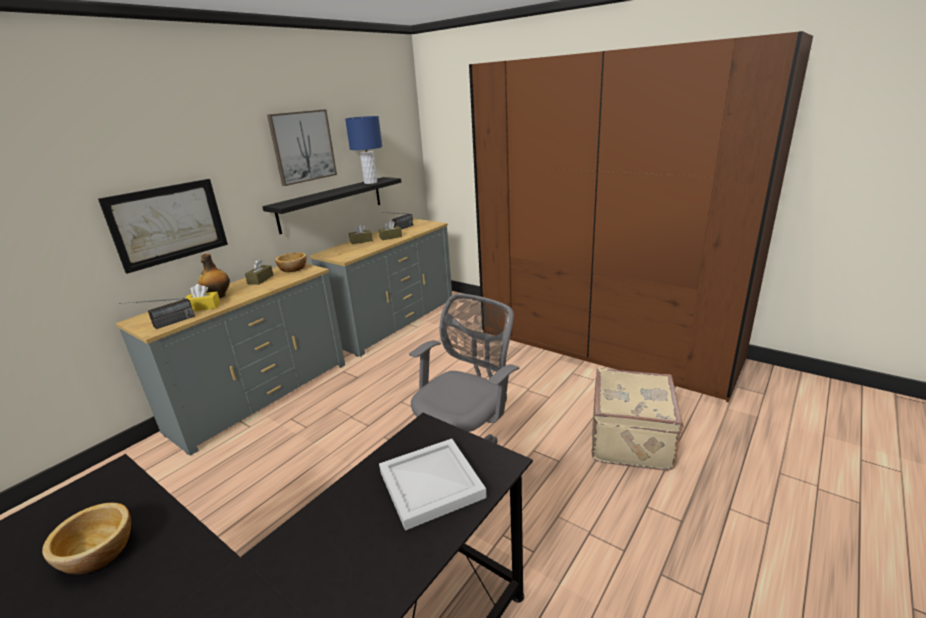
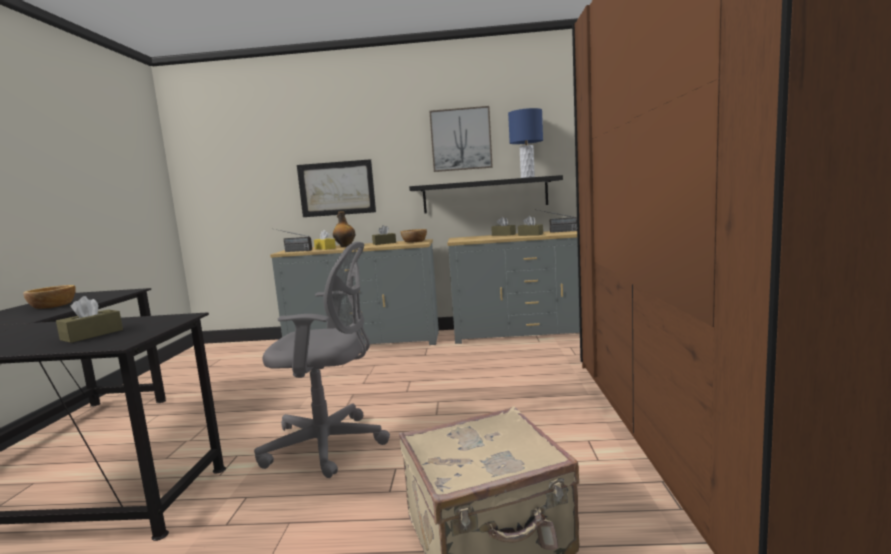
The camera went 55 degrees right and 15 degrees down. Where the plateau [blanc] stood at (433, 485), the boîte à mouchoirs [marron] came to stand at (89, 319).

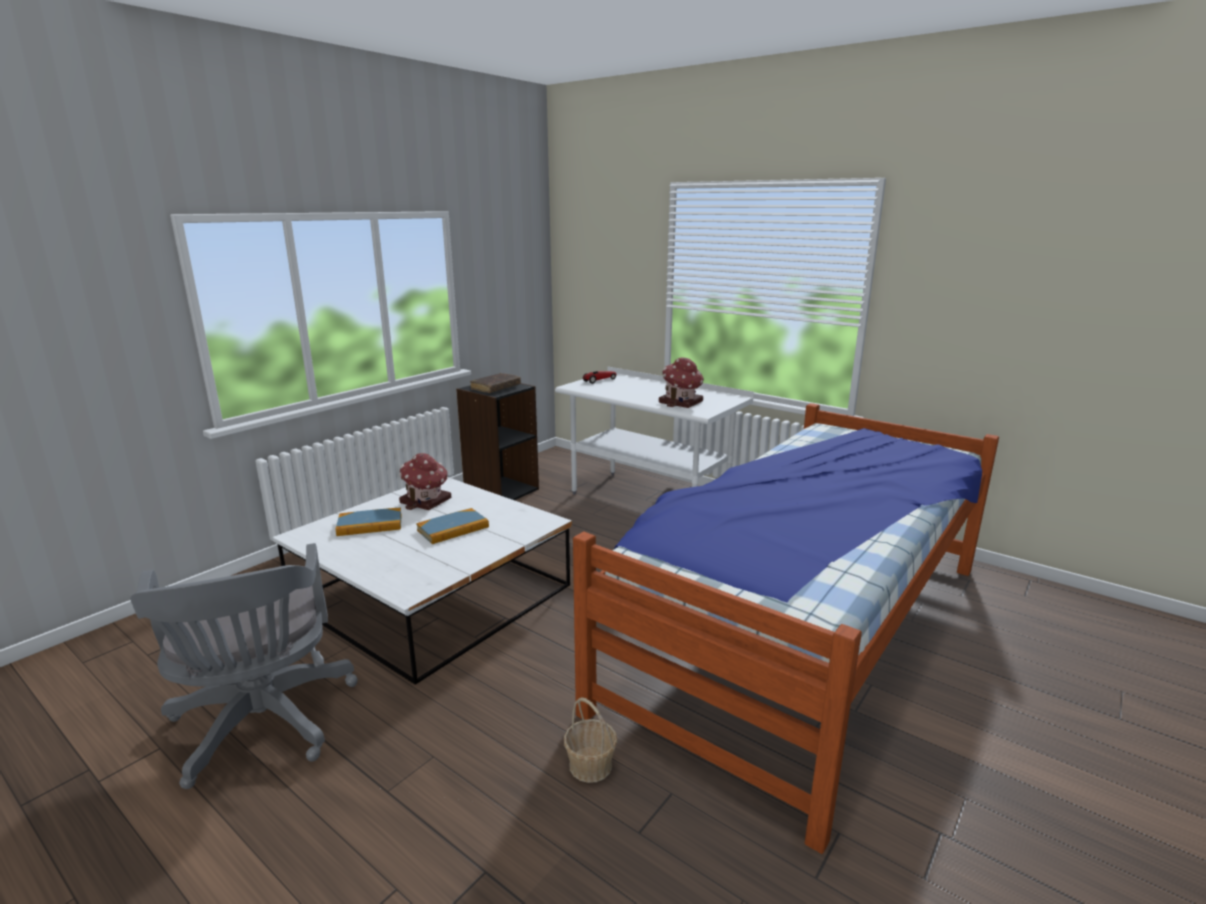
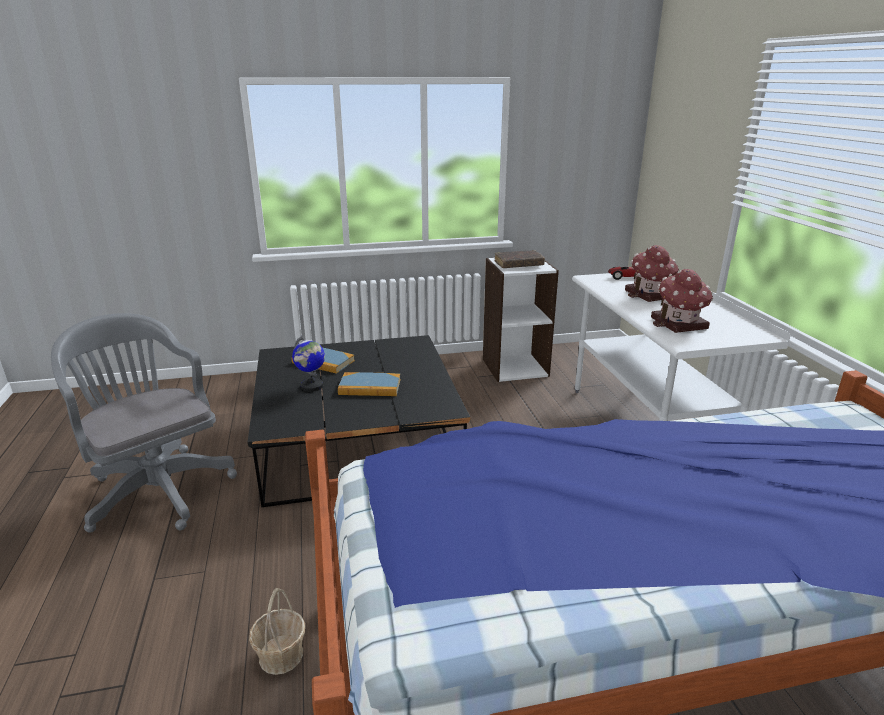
The camera went 40 degrees right and 5 degrees up. What was the bibliothèque [noir] at (497, 441) turned into the bibliothèque [blanc] at (521, 320). The maison miniature ended up elsewhere, having gone from (425, 481) to (652, 273). What was the table basse [blanc] at (422, 581) turned into the table basse [noir] at (359, 421). The chaise de bureau [gris] at (244, 666) ended up facing another way, 120 degrees clockwise from before. The second view gained the globe at (308, 364).

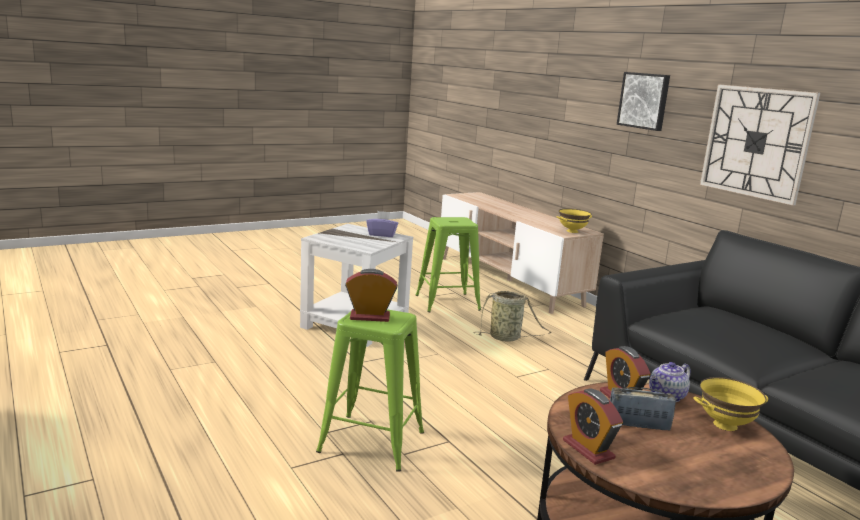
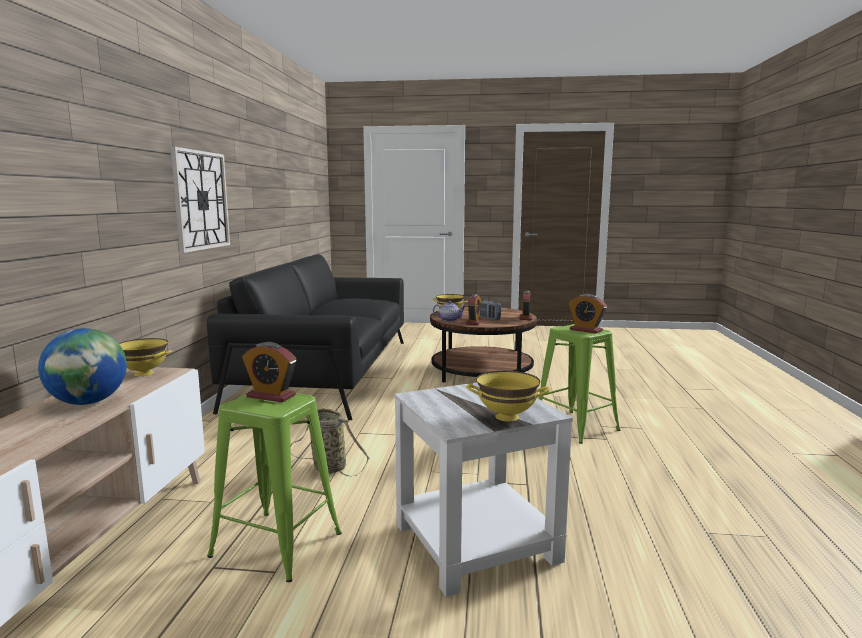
The camera went 140 degrees left and 5 degrees down. The second view lost the tableau at (643, 101). The second view lost the boîte à mouchoirs [violet] at (382, 224). The second view gained the globe at (82, 366). The second view gained the réveil at (269, 372). The second view gained the bol [jaune] at (508, 396).

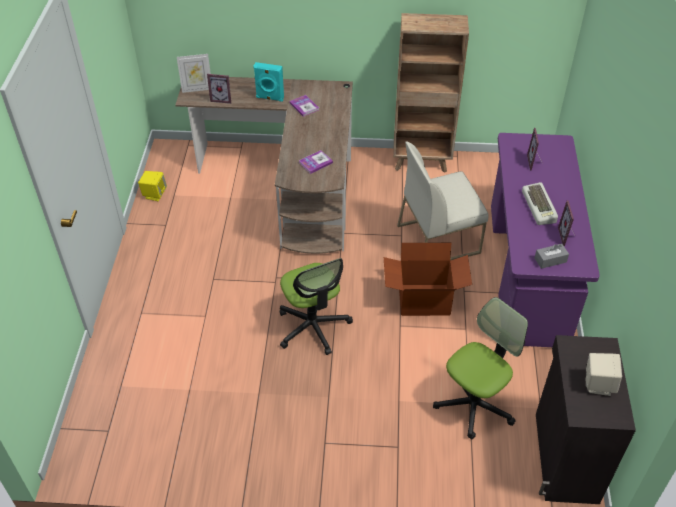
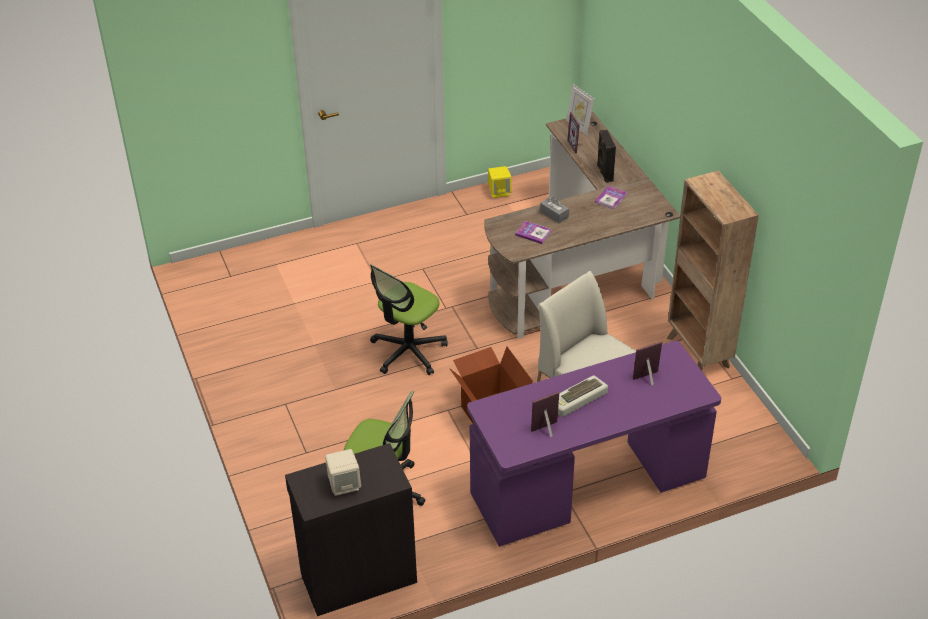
The camera went 65 degrees right and 5 degrees down. What was the enceinte [turquoise] at (268, 82) turned into the enceinte [noir] at (606, 156). The boîte à mouchoirs [gris] ended up elsewhere, having gone from (552, 256) to (554, 210).

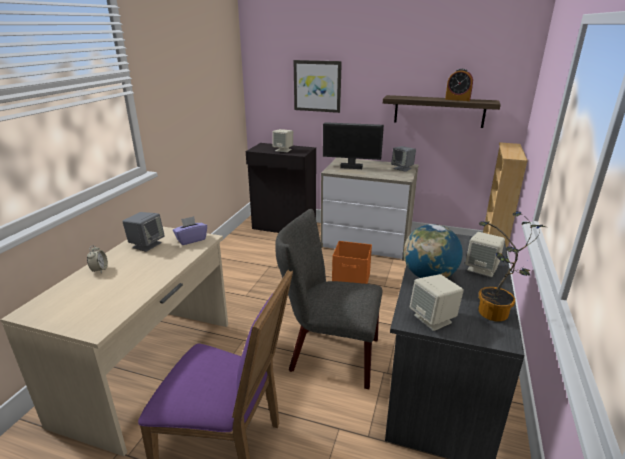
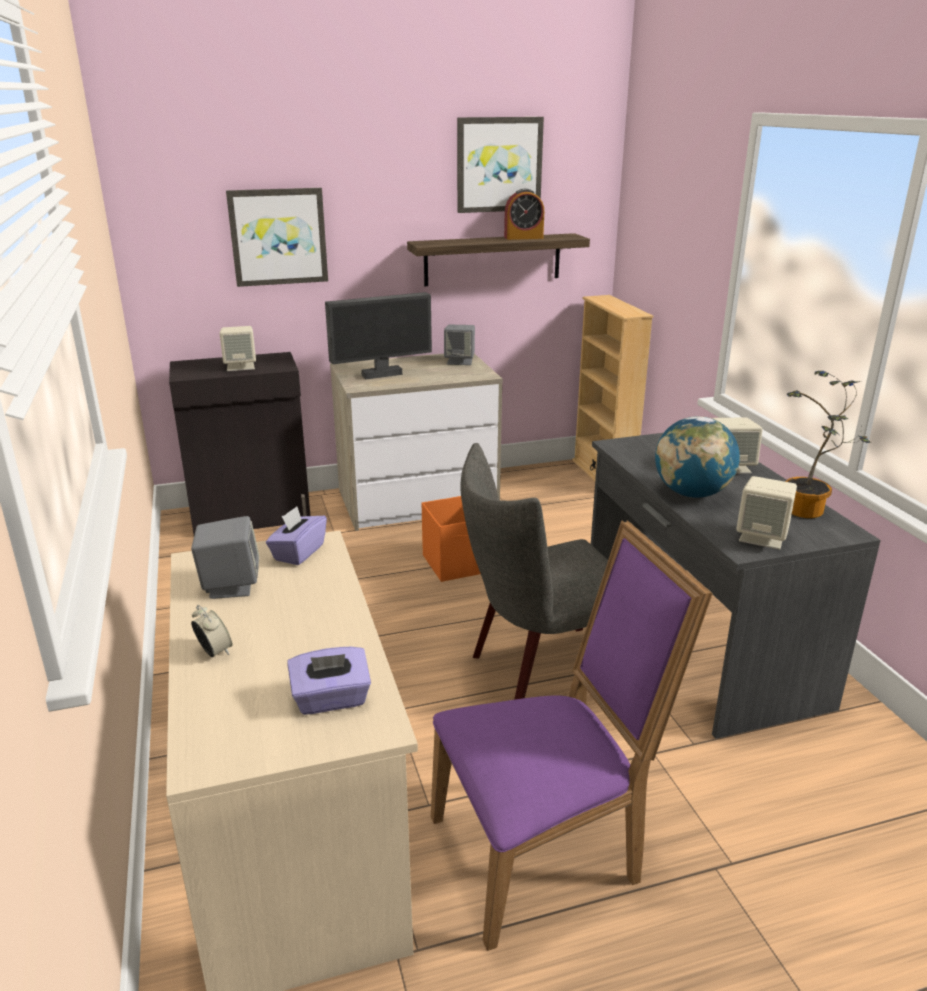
The camera went 35 degrees left and 0 degrees up. The second view gained the tableau at (500, 165). The second view gained the boîte à mouchoirs [violet] at (329, 681).

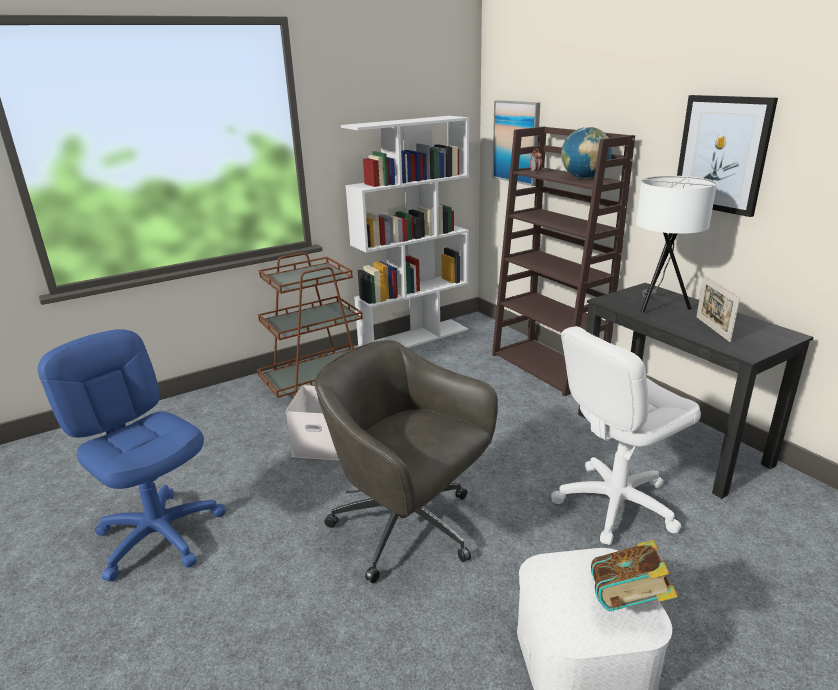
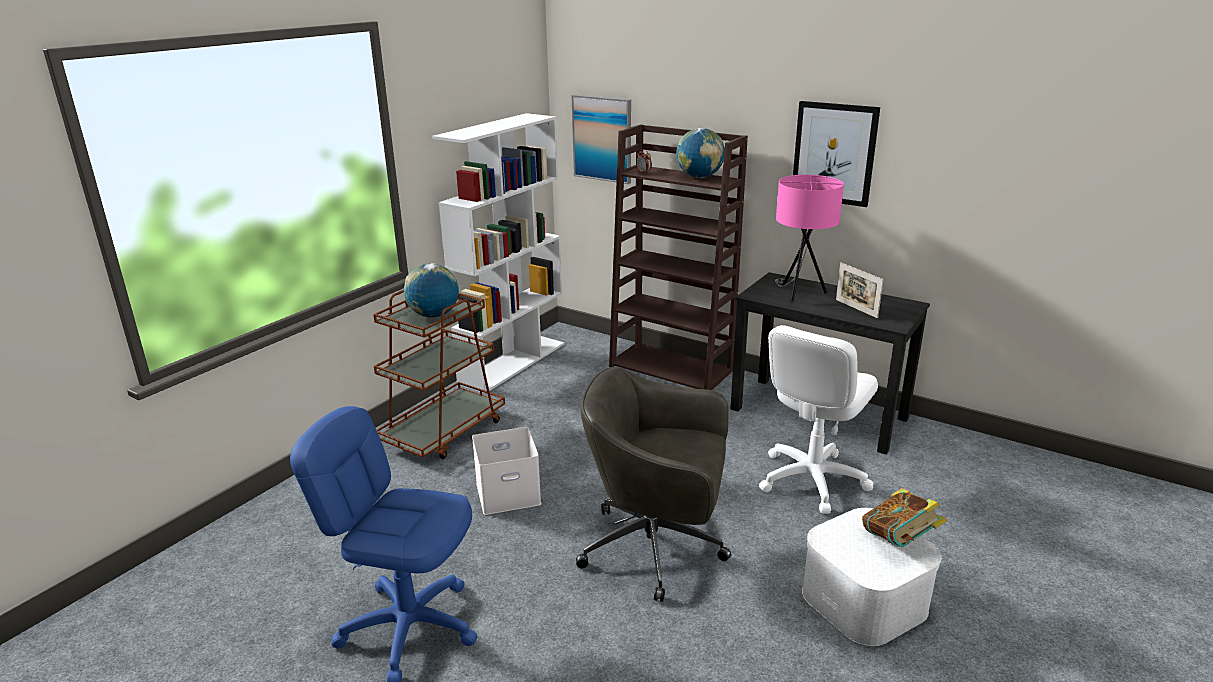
The camera went 25 degrees left and 0 degrees up. What was the lampe de table [blanc] at (676, 244) turned into the lampe de table [rose] at (809, 238). The second view gained the globe at (431, 290).

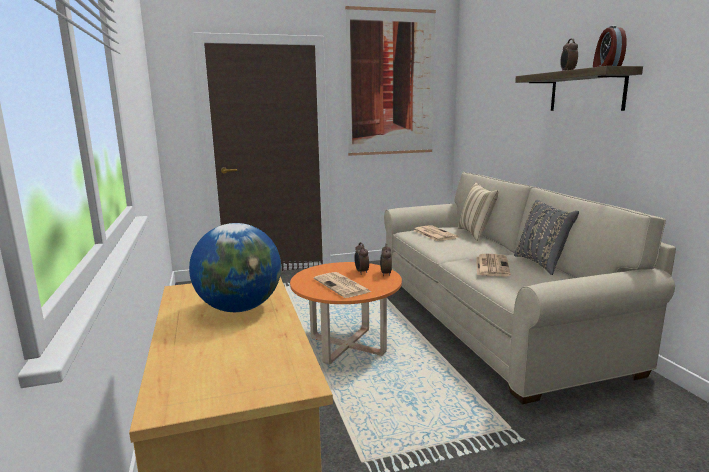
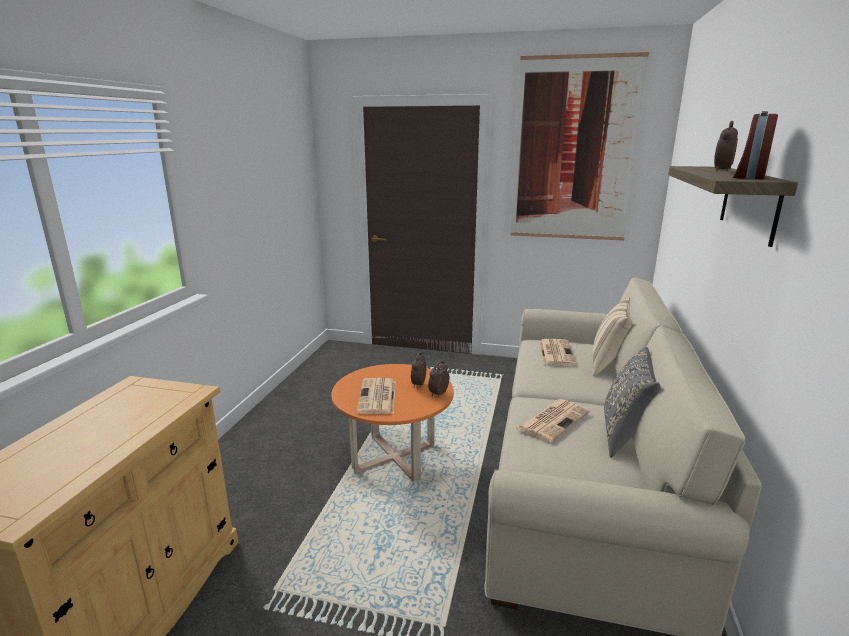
The camera went 30 degrees right and 5 degrees up. The second view lost the globe at (235, 267).

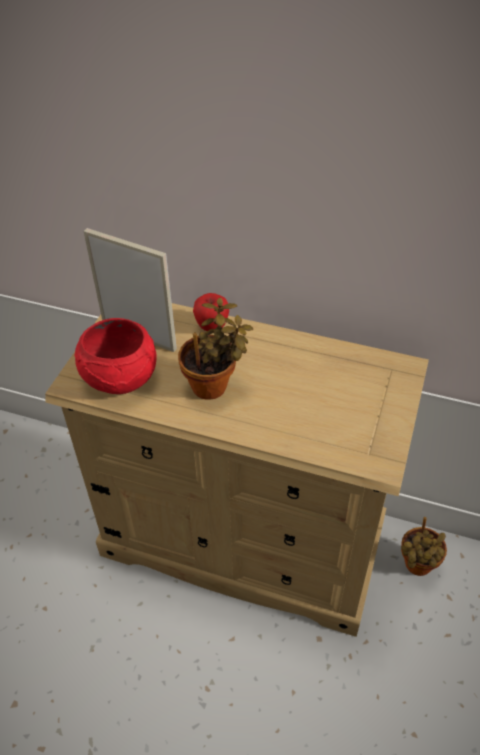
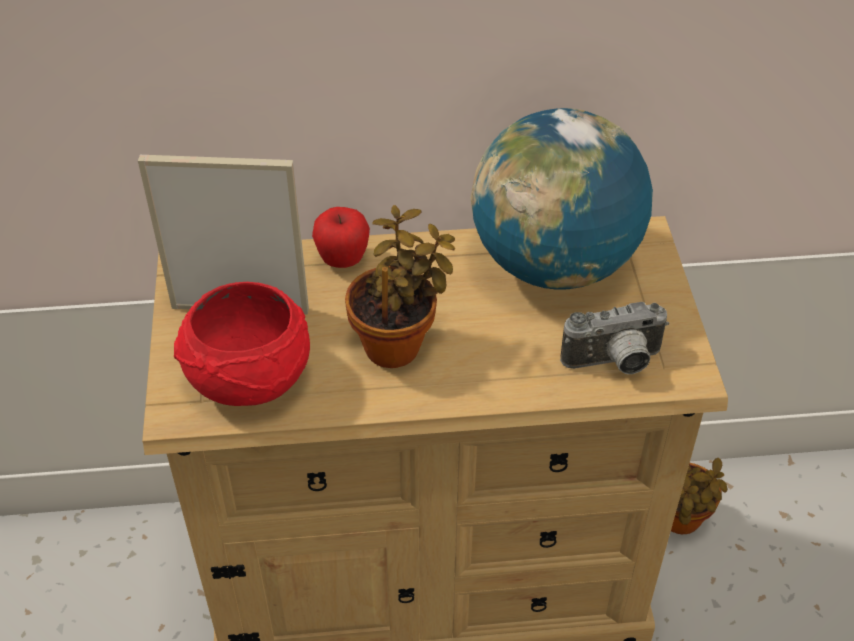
The camera went 25 degrees left and 0 degrees up. The second view gained the globe at (562, 199). The second view gained the appareil photo at (614, 338).

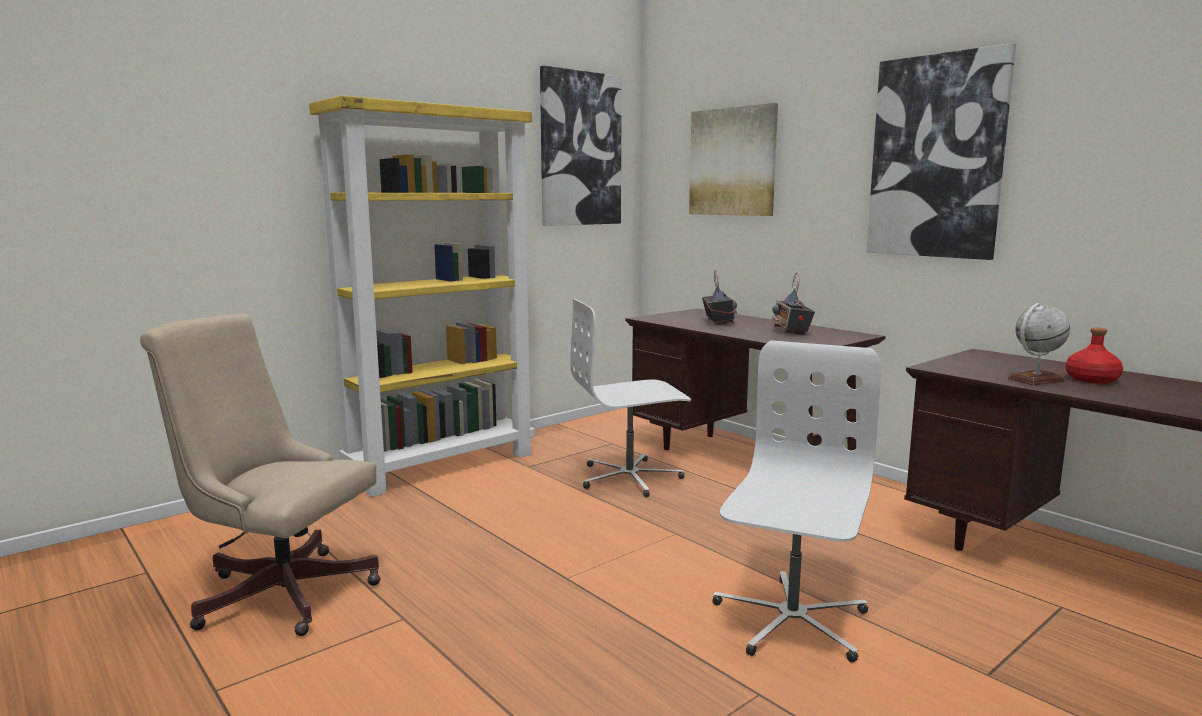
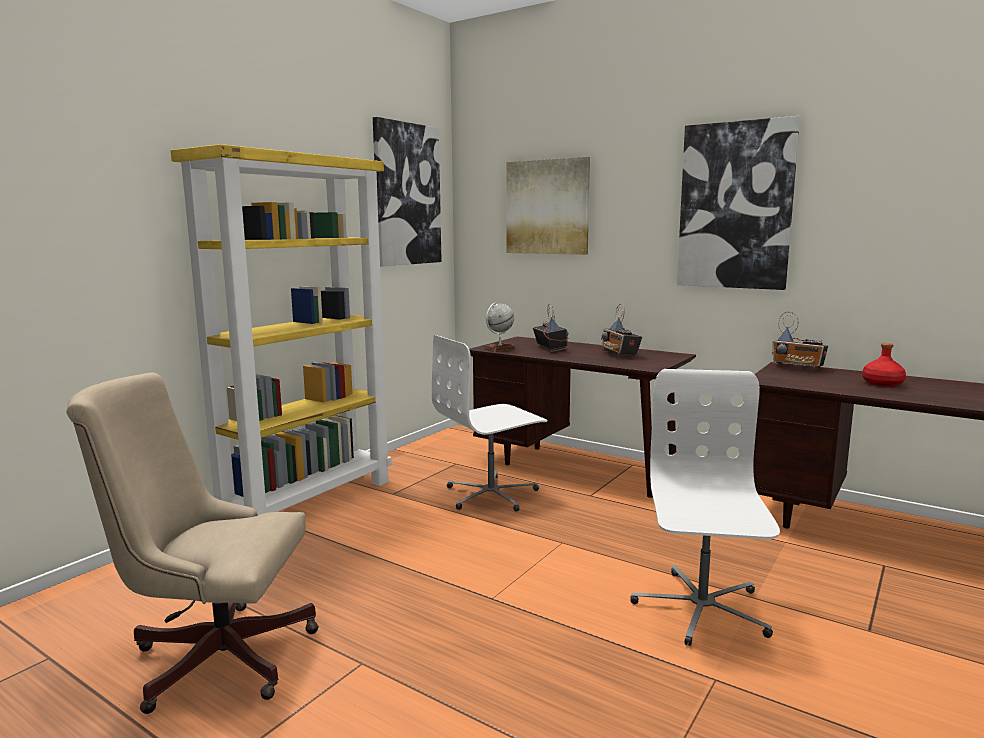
The camera went 15 degrees left and 0 degrees up. The globe ended up elsewhere, having gone from (1039, 344) to (500, 327). The second view gained the radio at (800, 340).

